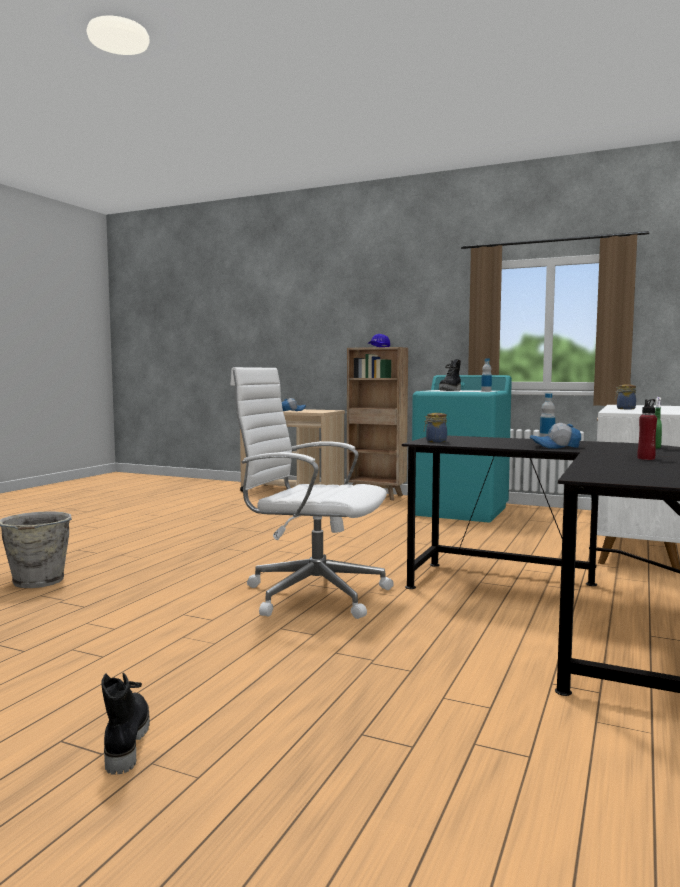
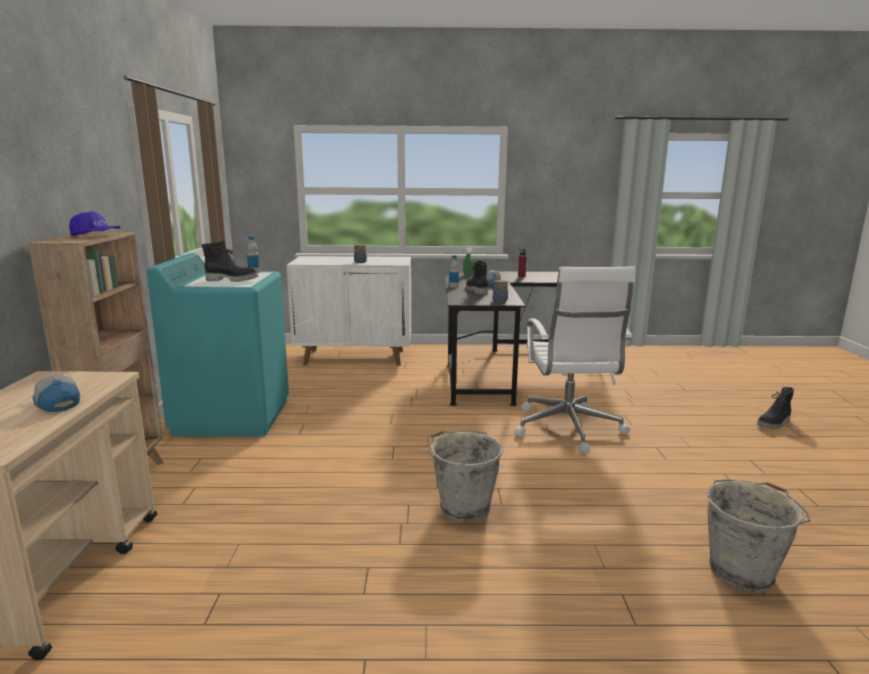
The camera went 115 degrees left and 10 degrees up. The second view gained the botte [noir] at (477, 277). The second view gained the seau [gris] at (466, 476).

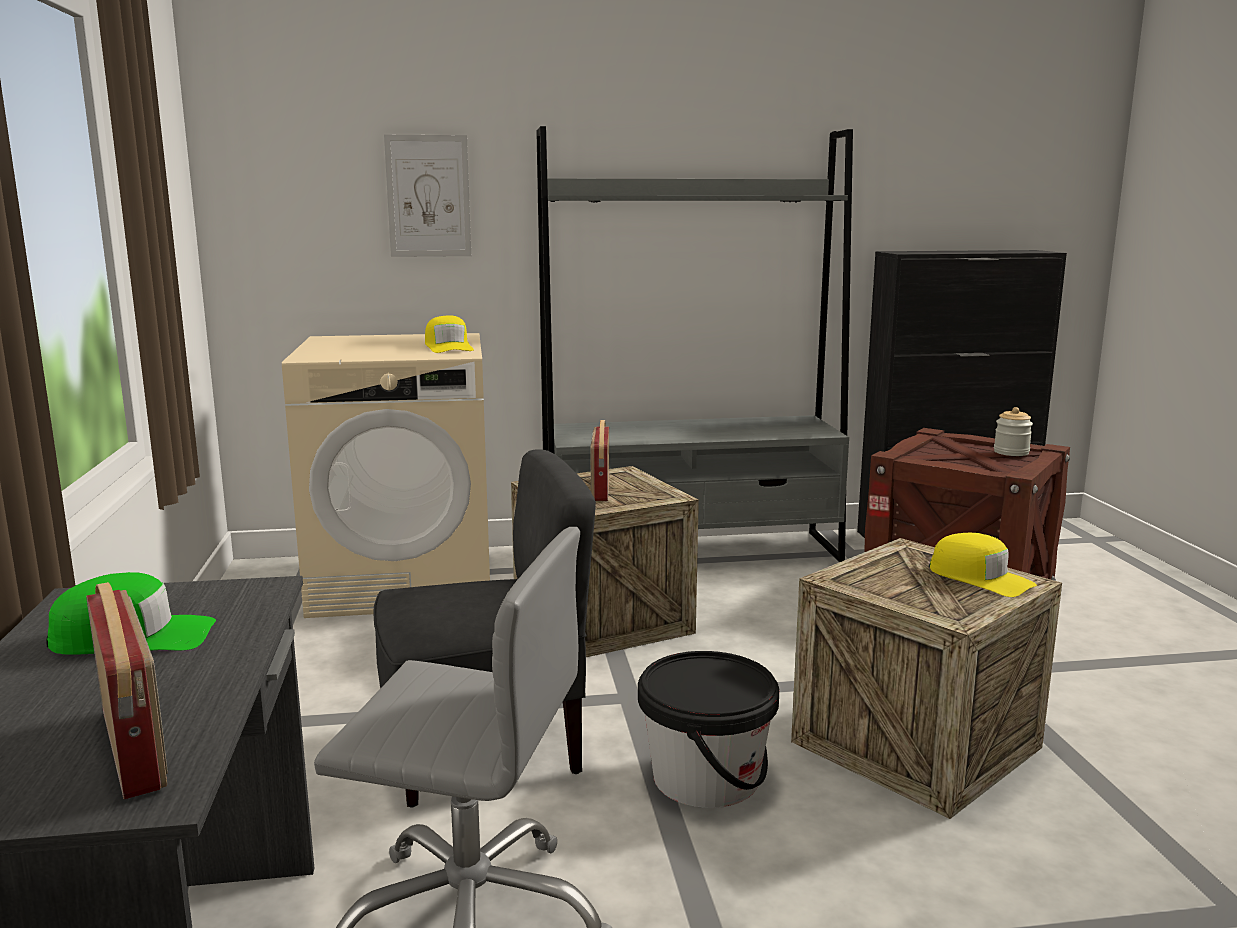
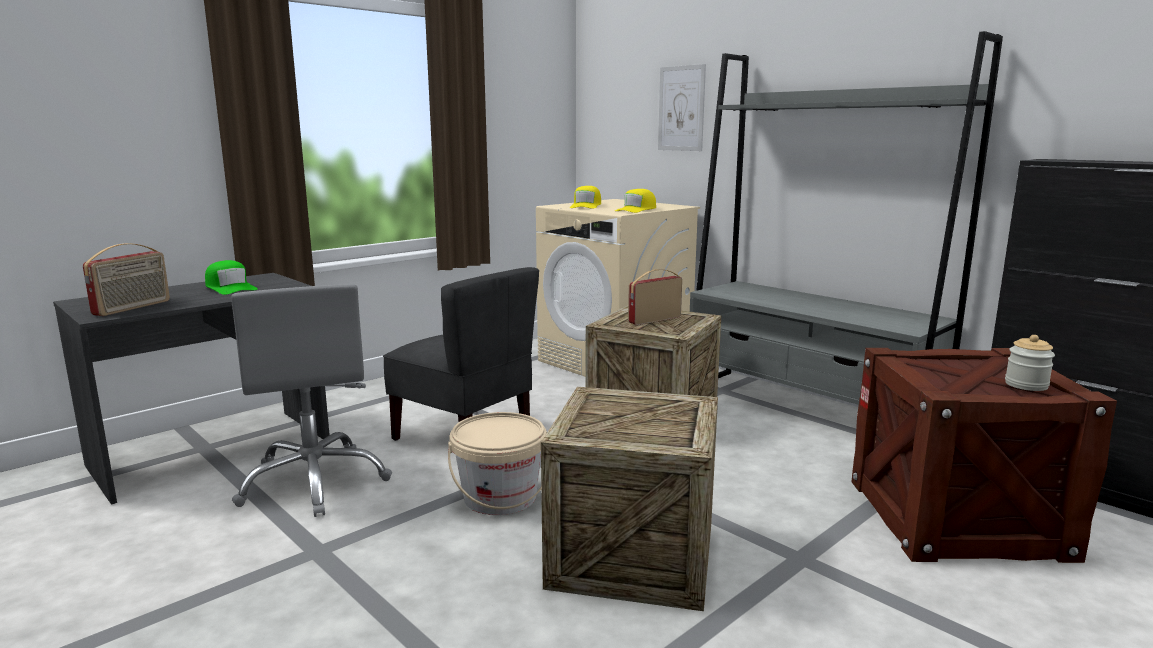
The camera went 55 degrees right and 0 degrees up. The casquette [jaune] ended up elsewhere, having gone from (983, 565) to (585, 197). What was the seau [noir] at (709, 729) turned into the seau [beige] at (497, 463).

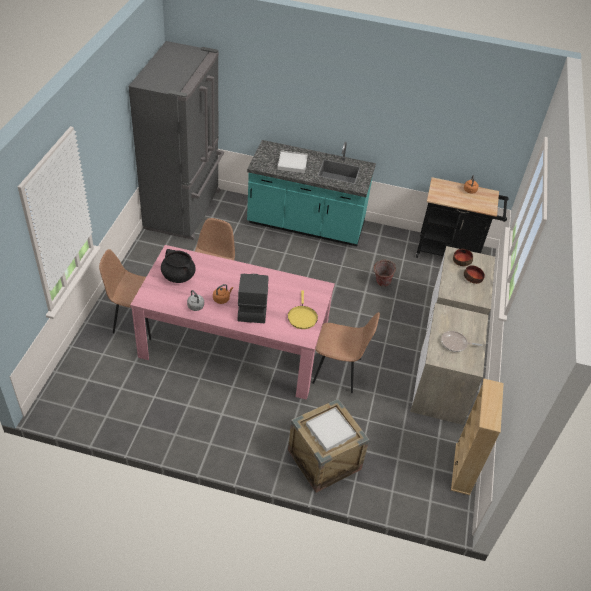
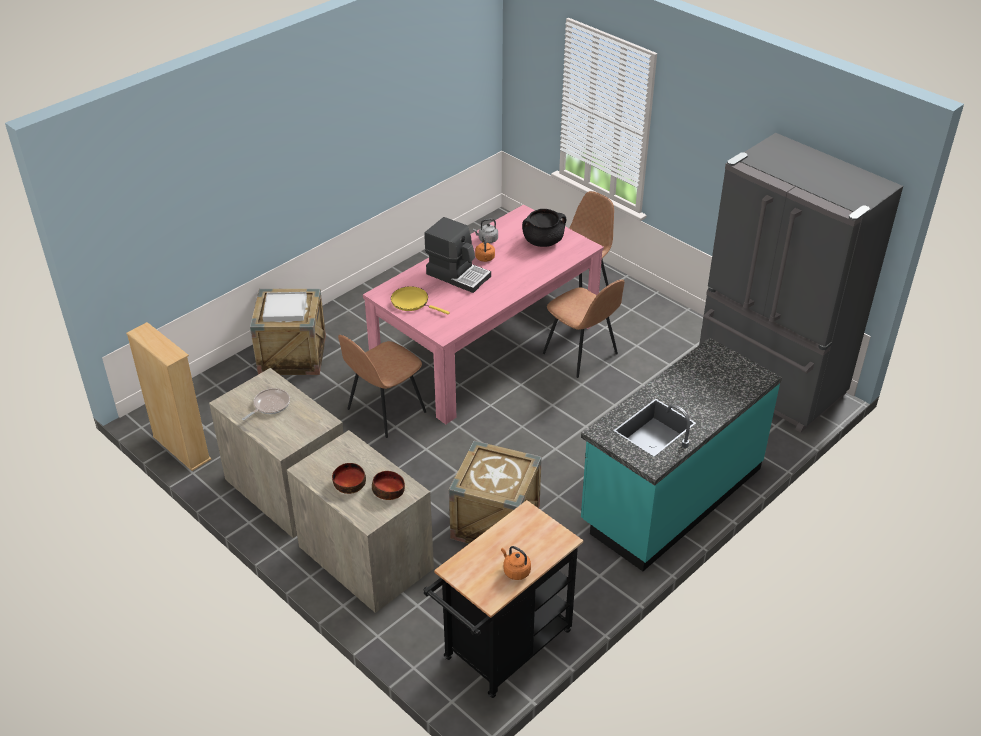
The camera went 125 degrees right and 5 degrees down. The second view lost the plateau [blanc] at (292, 162). Where the seau stood at (384, 273), the caisse came to stand at (495, 492).

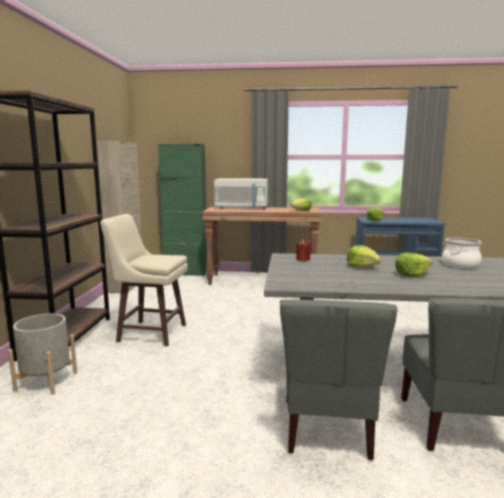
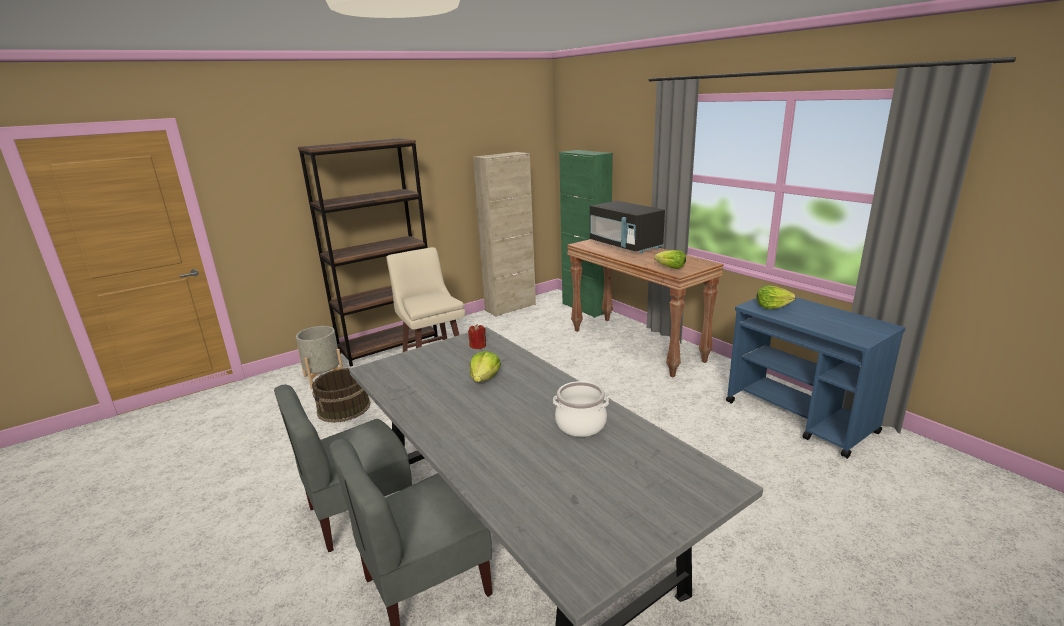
The camera went 50 degrees right and 10 degrees up. What was the micro-ondes [blanc] at (241, 193) turned into the micro-ondes [noir] at (627, 227). The second view lost the laitue at (414, 265). The second view gained the seau [marron] at (341, 395).

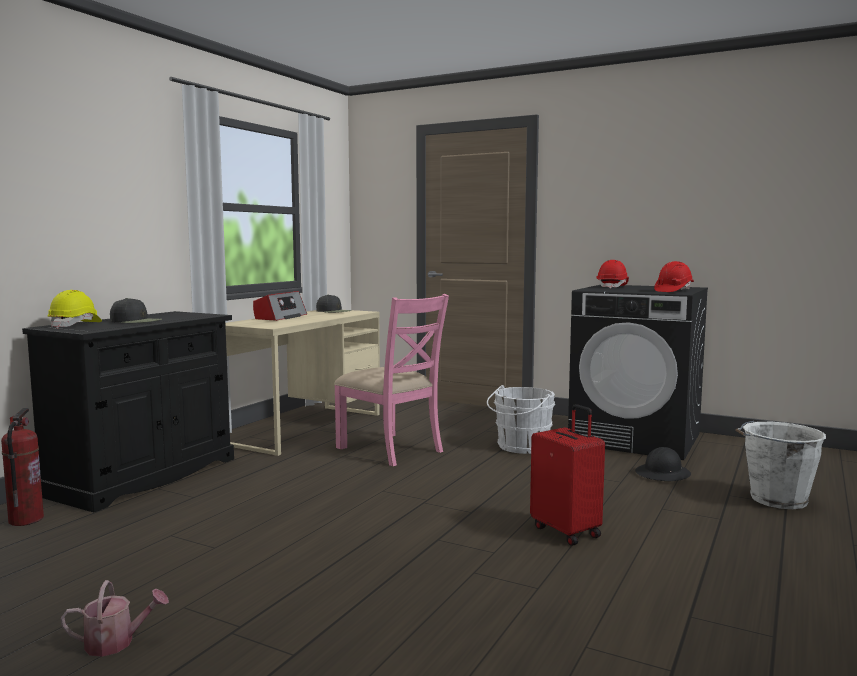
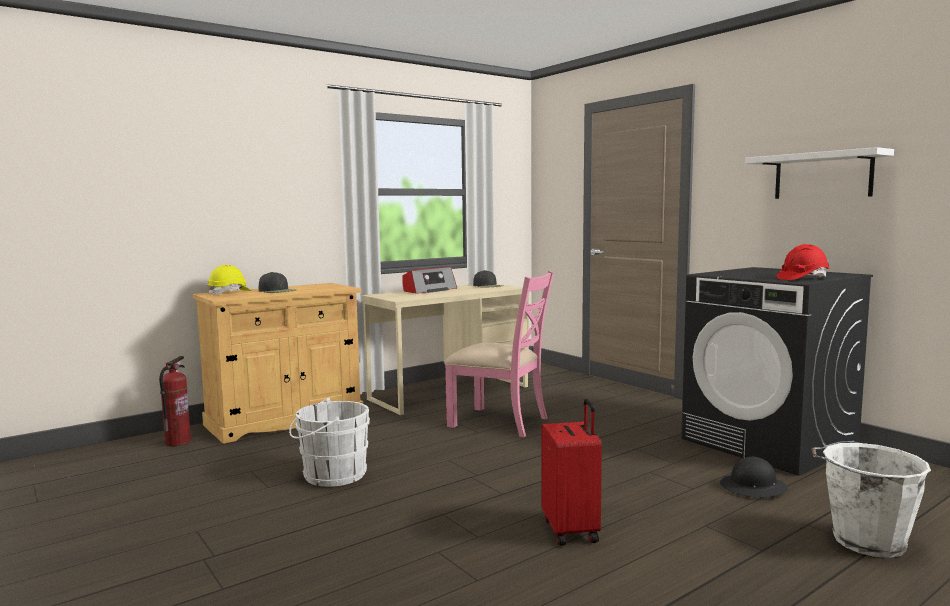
The camera went 25 degrees right and 0 degrees up. The second view lost the casque de chantier [rouge] at (612, 274). The chaise [rose] at (391, 380) ended up facing another way, 45 degrees counterclockwise from before. What was the meuble de rangement [noir] at (128, 411) turned into the meuble de rangement [beige] at (278, 363). The seau [blanc] ended up elsewhere, having gone from (521, 419) to (329, 442). The second view lost the arrosoir at (114, 618). The second view gained the étagère [blanc] at (819, 173).

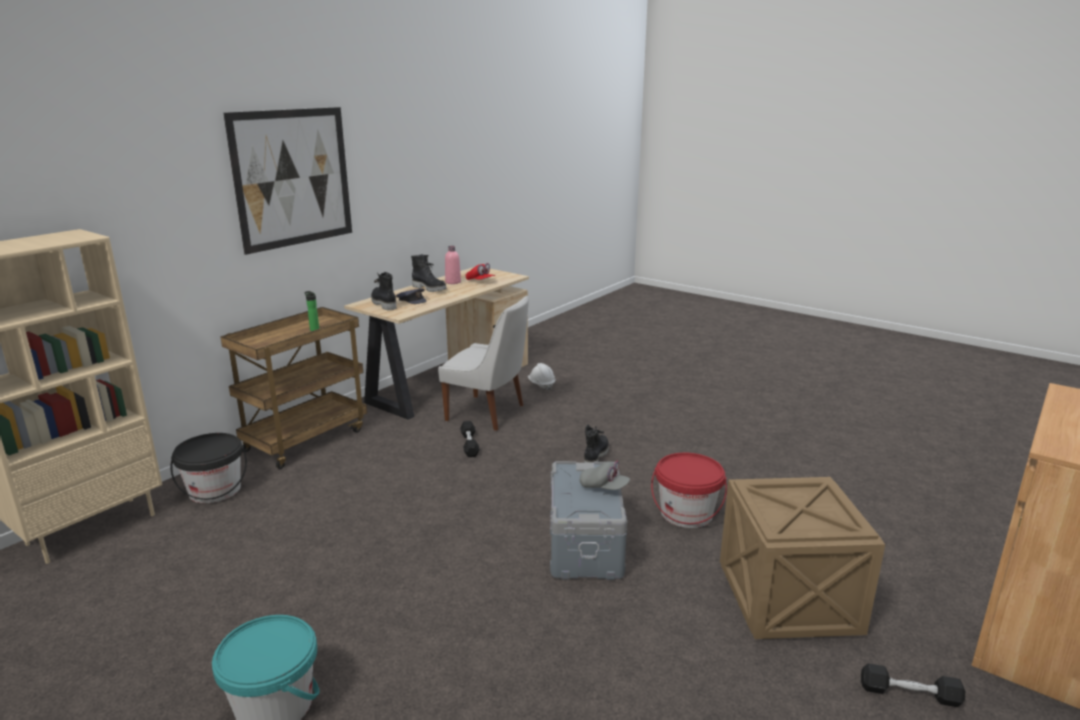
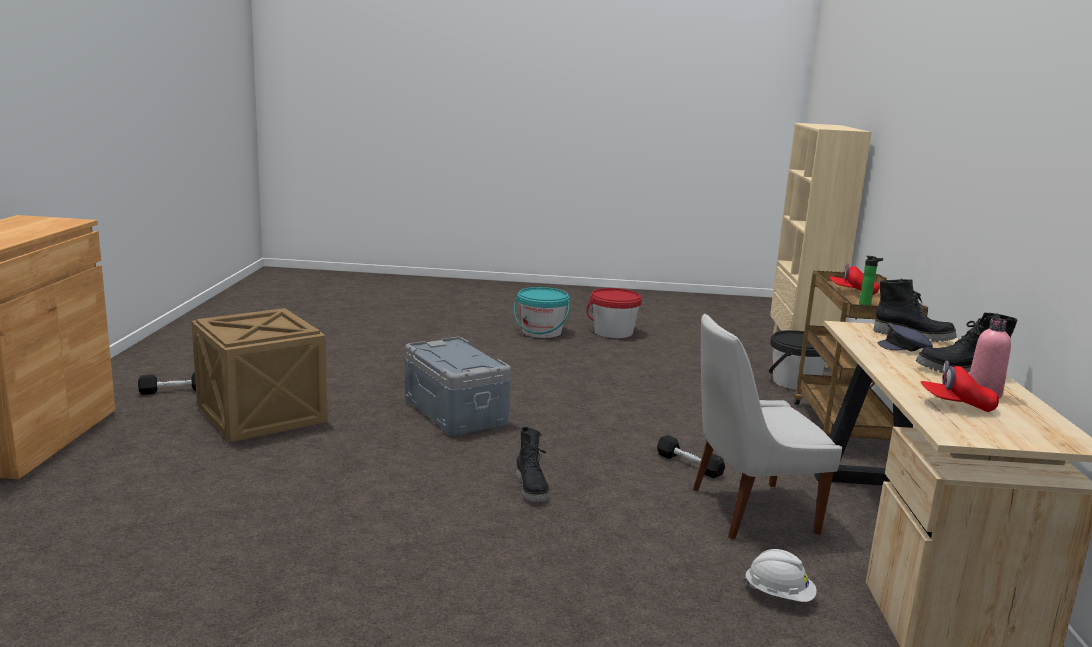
The camera went 145 degrees right and 5 degrees down. The second view lost the tableau at (287, 181). The seau [rouge] ended up elsewhere, having gone from (689, 490) to (614, 313). The second view lost the casquette [gris] at (605, 475). The second view gained the casquette [rouge] at (854, 279).

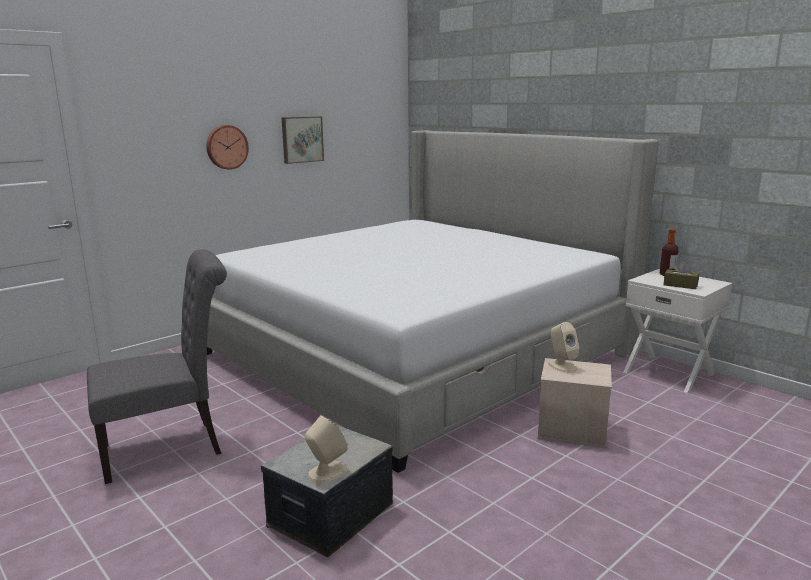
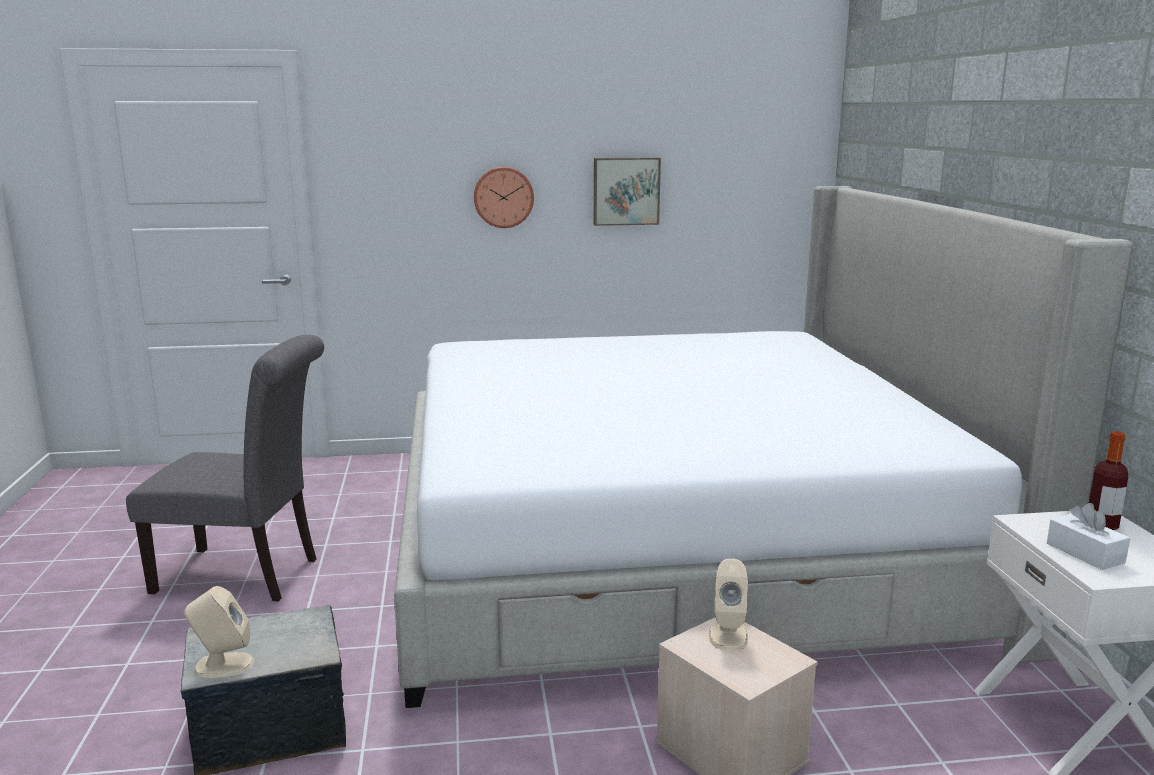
The camera went 35 degrees right and 0 degrees up. What was the boîte à mouchoirs [marron] at (681, 275) turned into the boîte à mouchoirs [blanc] at (1088, 536).

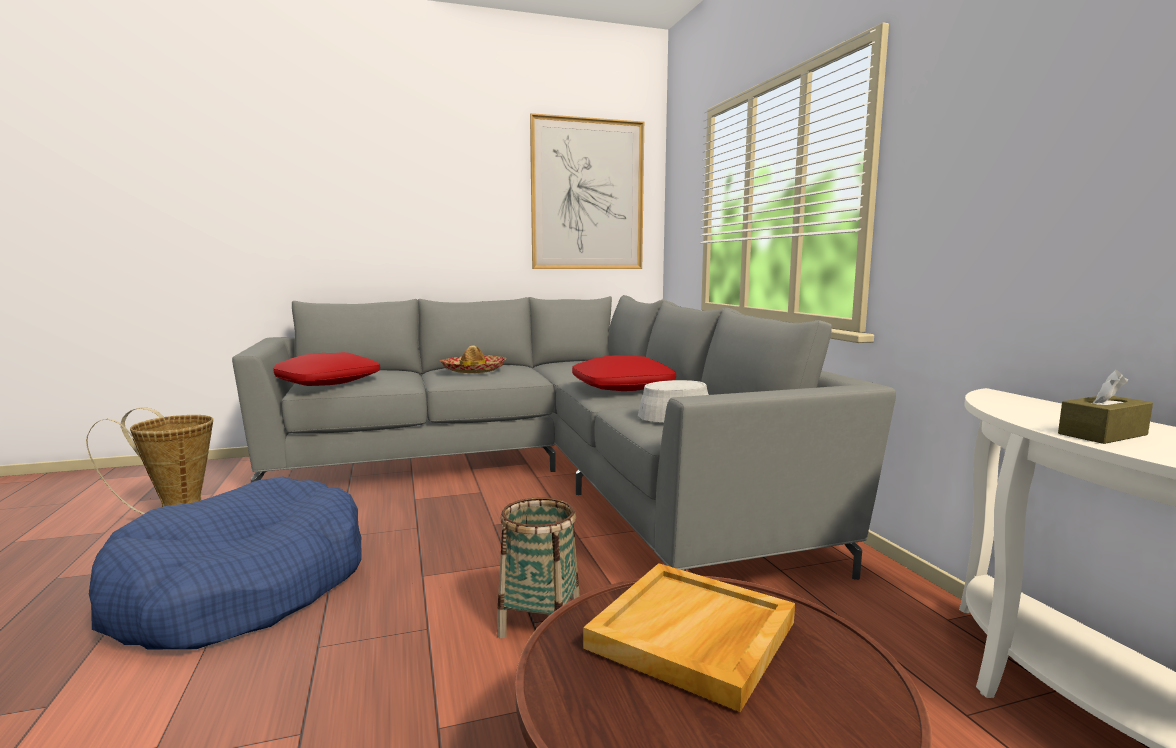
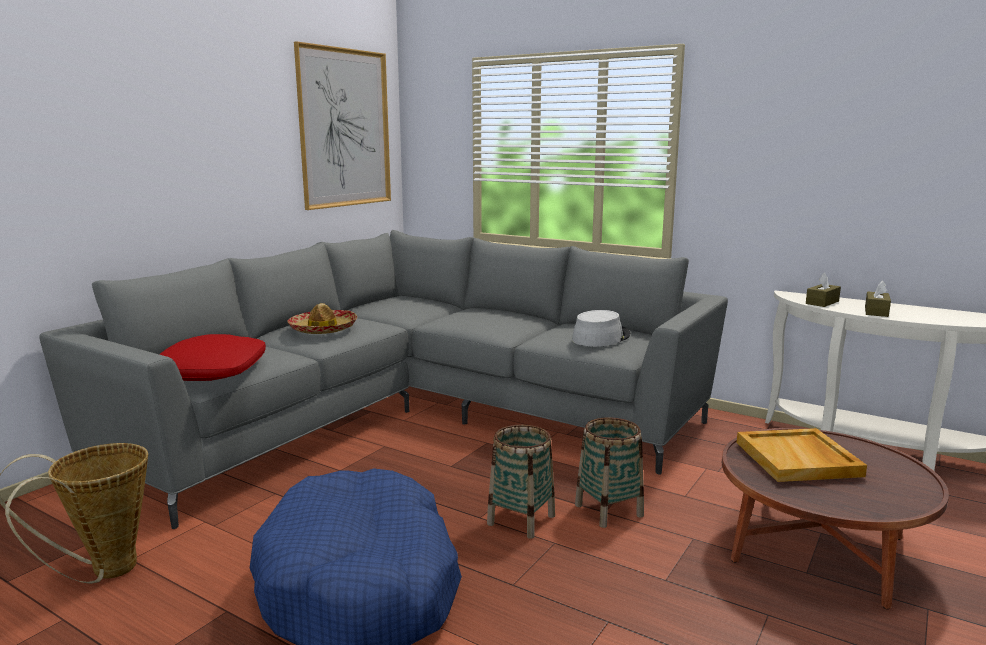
The camera went 40 degrees left and 5 degrees up. The second view lost the coussin [rouge] at (624, 373). The second view gained the boîte à mouchoirs [marron] at (823, 290). The second view gained the panier at (521, 482).

